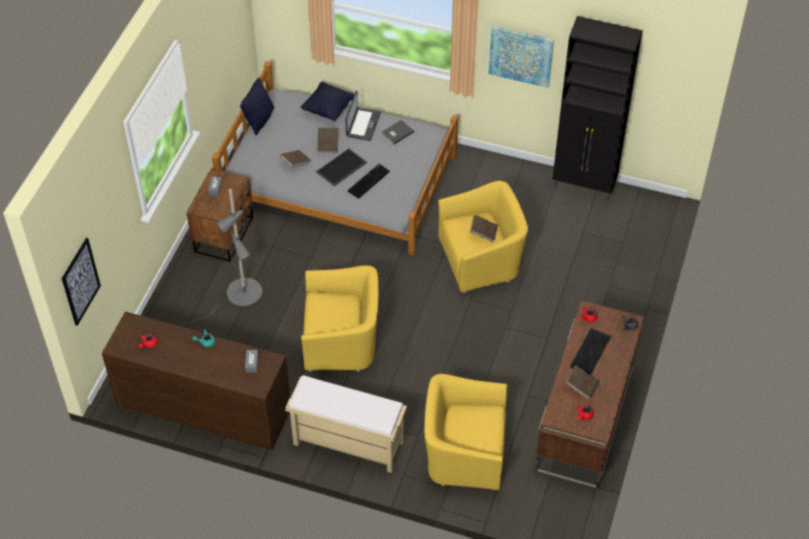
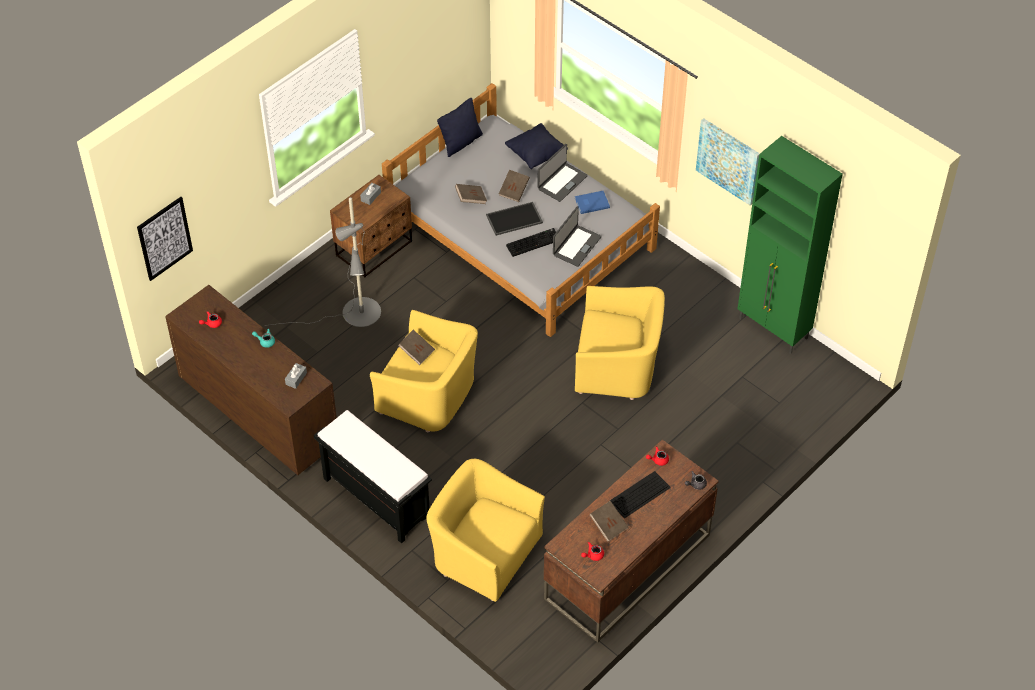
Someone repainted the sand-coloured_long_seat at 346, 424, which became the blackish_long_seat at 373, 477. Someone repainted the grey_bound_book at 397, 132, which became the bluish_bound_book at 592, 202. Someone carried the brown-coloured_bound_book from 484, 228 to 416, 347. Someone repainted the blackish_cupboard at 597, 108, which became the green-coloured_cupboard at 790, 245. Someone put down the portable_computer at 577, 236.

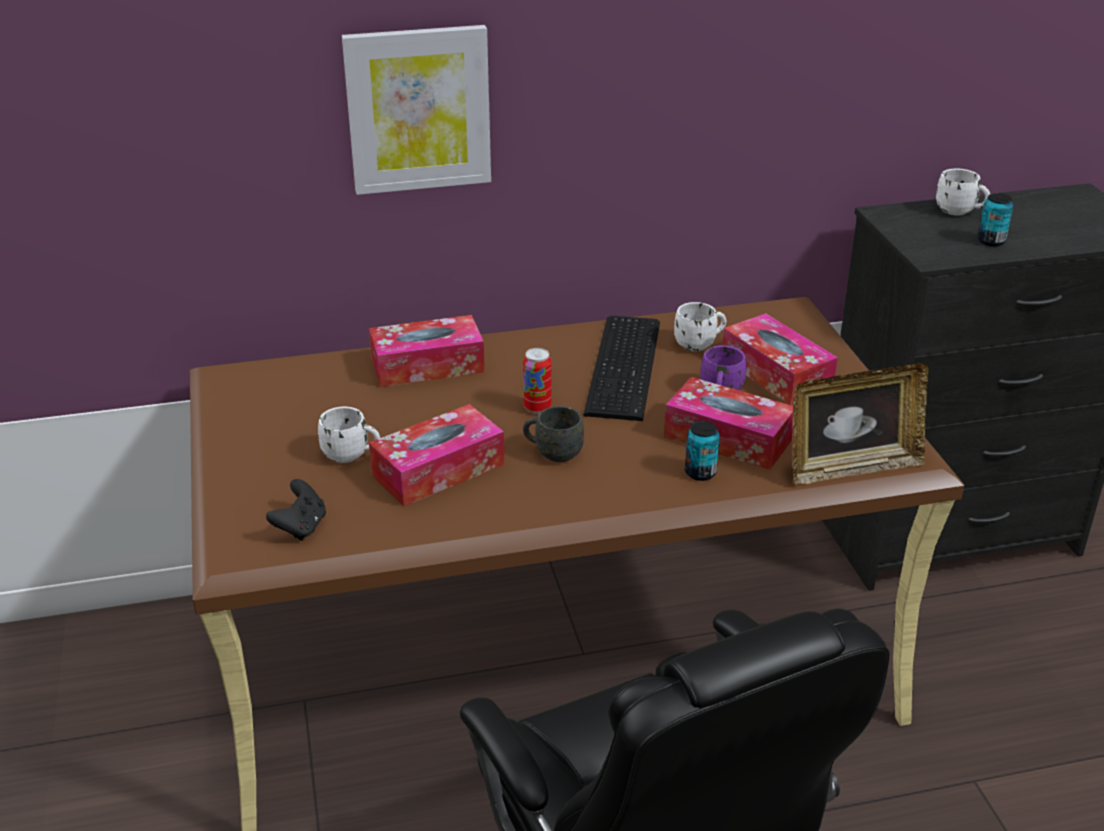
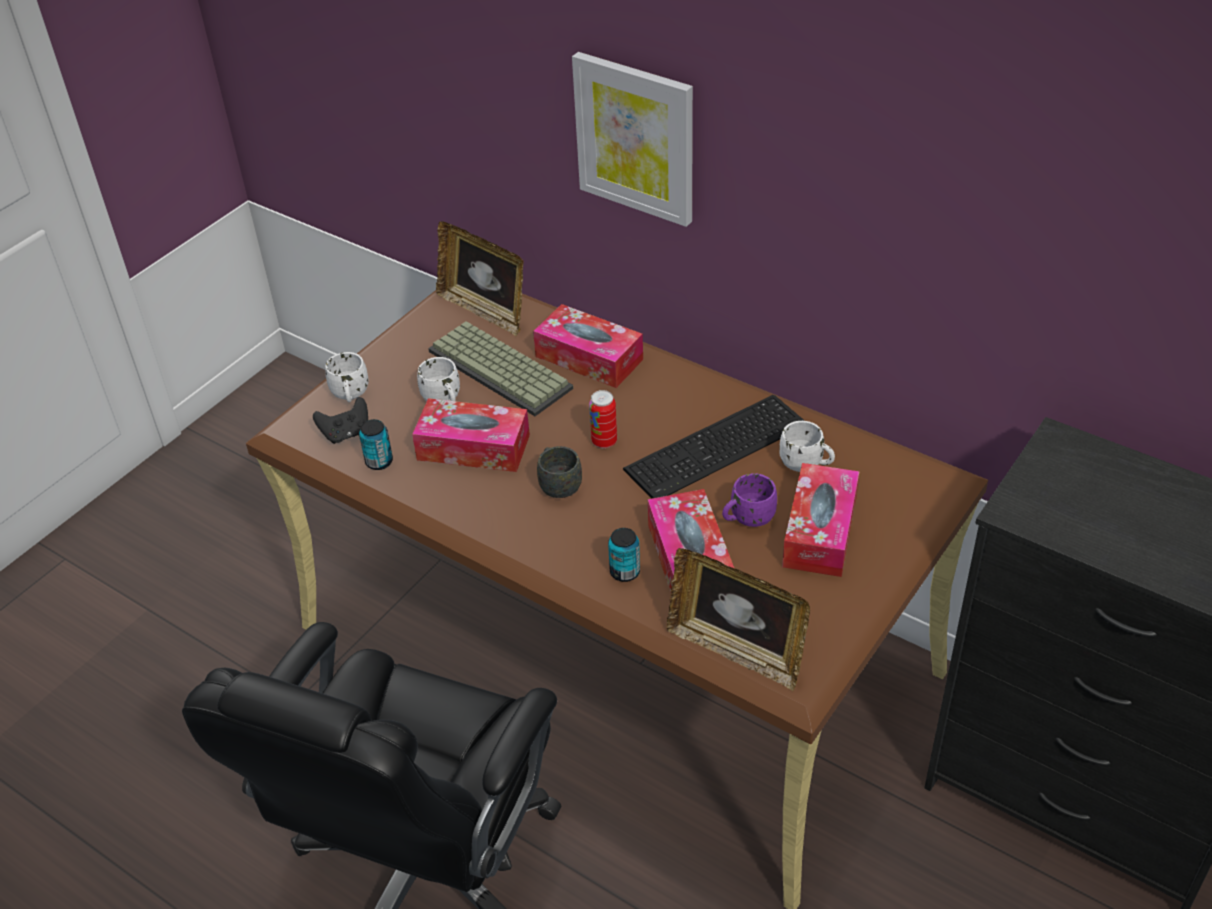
Someone carried the whitish_coffee_mug from 963, 192 to 347, 377. Someone carried the metal_can from 995, 219 to 376, 444. Someone put down the computer_keyboard at 500, 368. Someone put down the picture_frame at 480, 279.

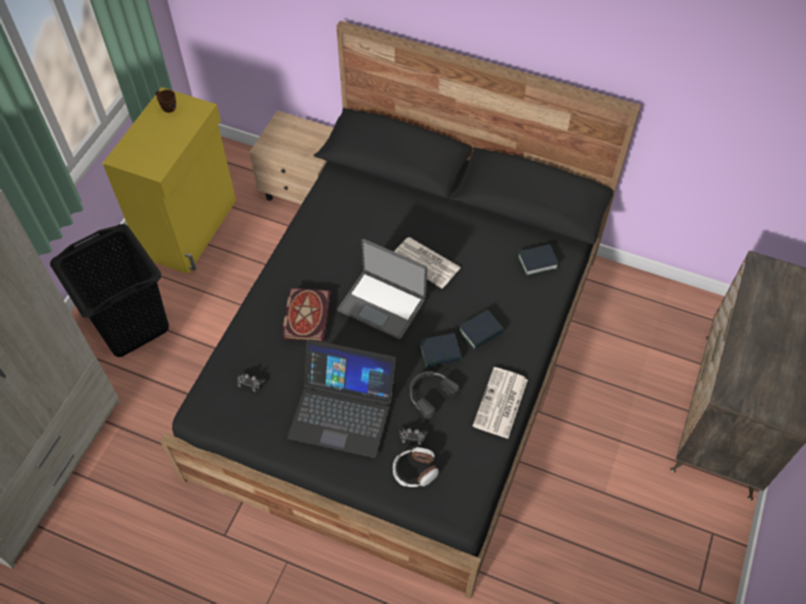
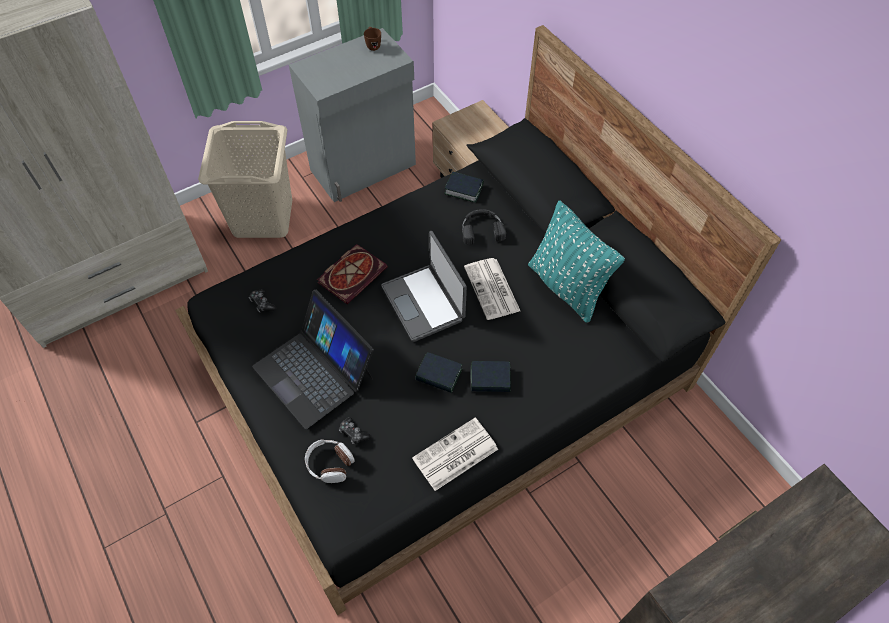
Someone repainted the blackish_laundry_basket at 109, 290, which became the sand-coloured_laundry_basket at 245, 179. Someone repainted the yellow_cupboard at 169, 180, which became the grey_cupboard at 352, 115. Someone carried the blackish_headset from 434, 395 to 484, 227. Someone carried the bound_book from 538, 260 to 464, 187. Someone put down the turquoise-coloured_throw_pillow at 576, 262.

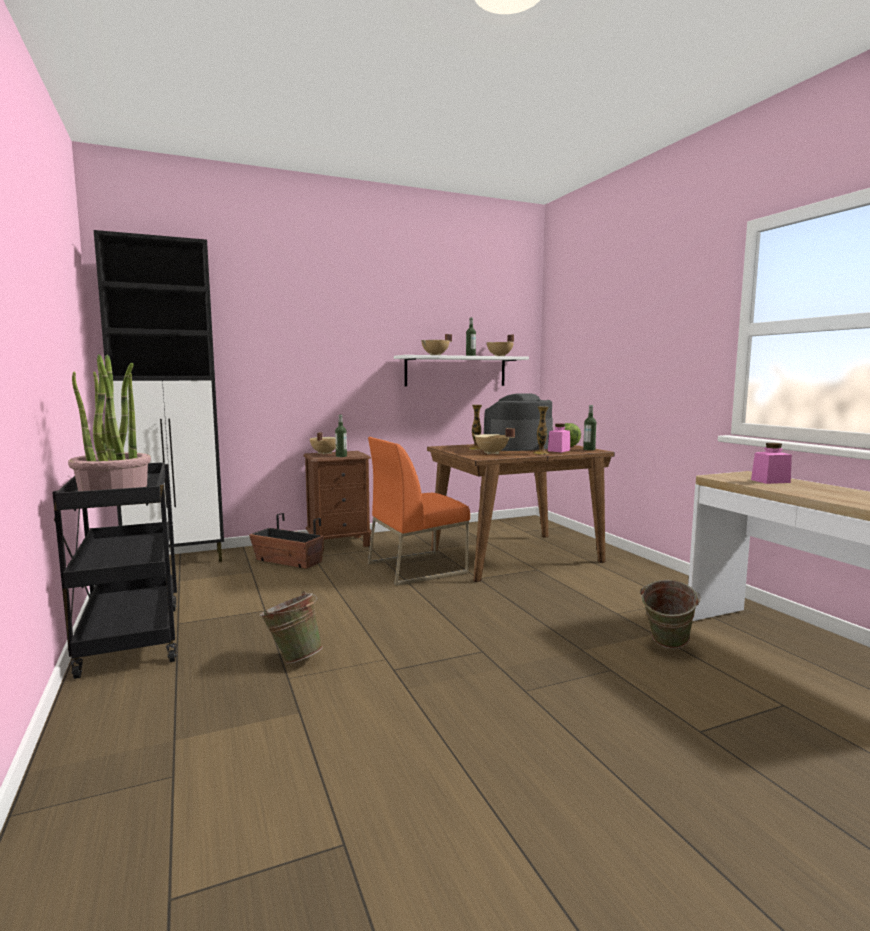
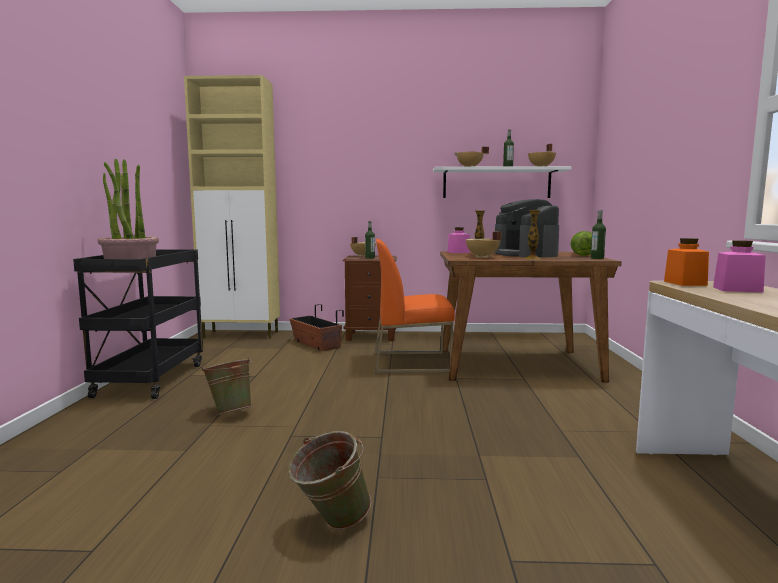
Someone repainted the blackish_cupboard at 159, 396, which became the sand-coloured_cupboard at 232, 207. Someone rotated the coffee_brewer at 518, 422 by 105 degrees counterclockwise. Someone carried the pinkish_jar from 559, 437 to 459, 240. Someone carried the green-coloured_bucket from 670, 614 to 329, 480. Someone put down the orange-coloured_jar at 686, 262.

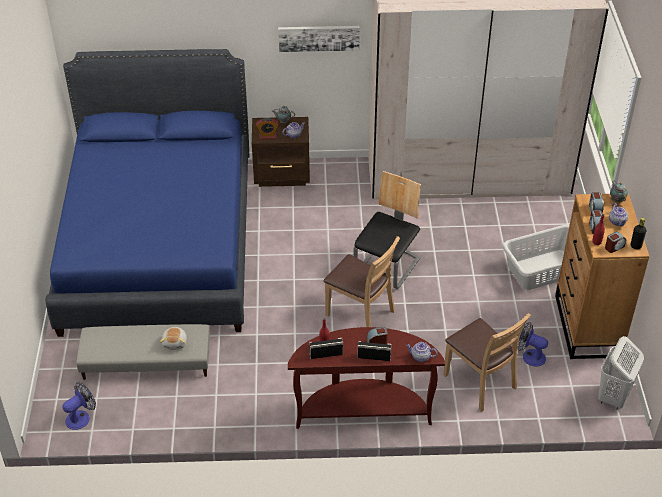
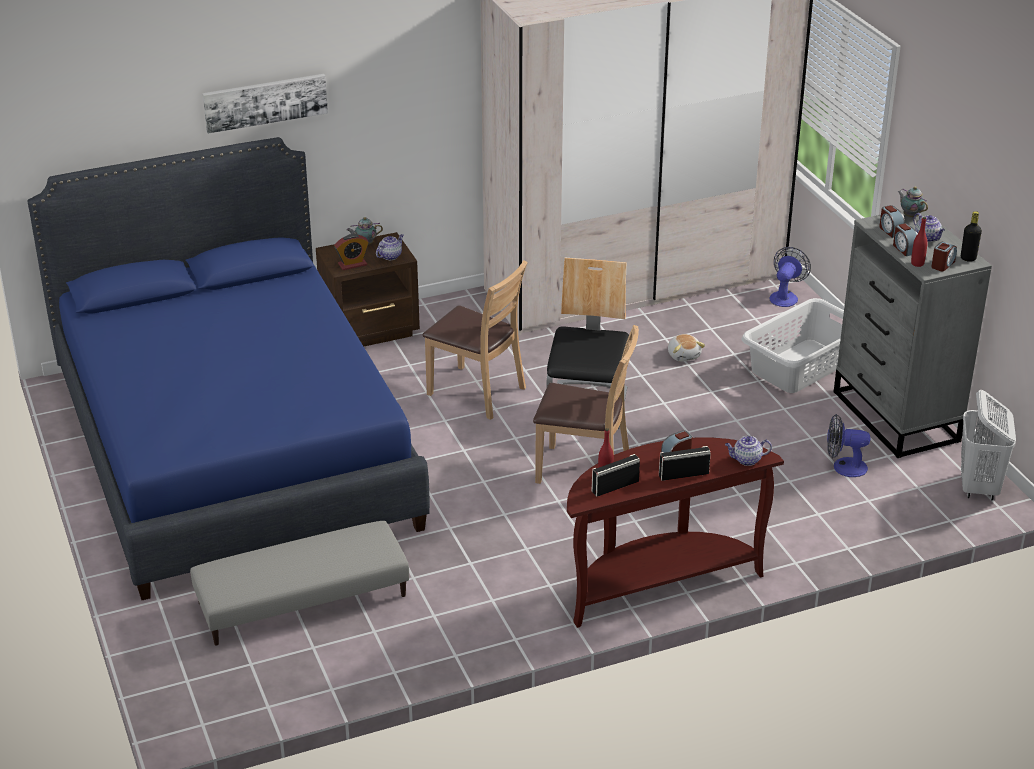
Someone carried the electric_fan from 79, 406 to 790, 277. Someone carried the soft_toy from 173, 338 to 686, 348. Someone carried the wall_picture from 319, 39 to 265, 104. Someone carried the brown-coloured_plain_chair from 487, 362 to 475, 340. Someone repainted the brown-coloured_drawer_chest at 602, 276, which became the grey_drawer_chest at 913, 334.

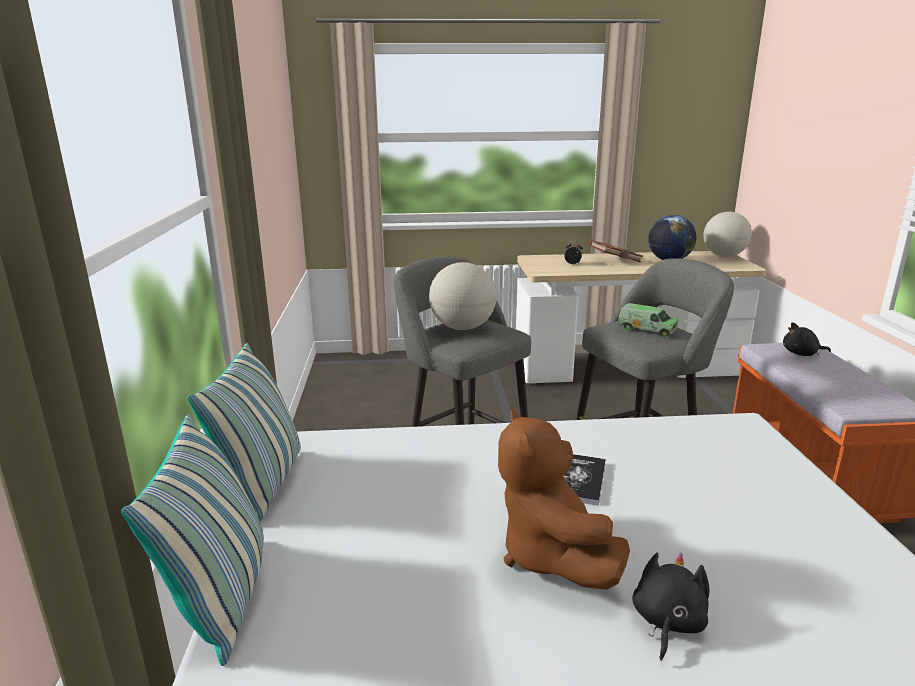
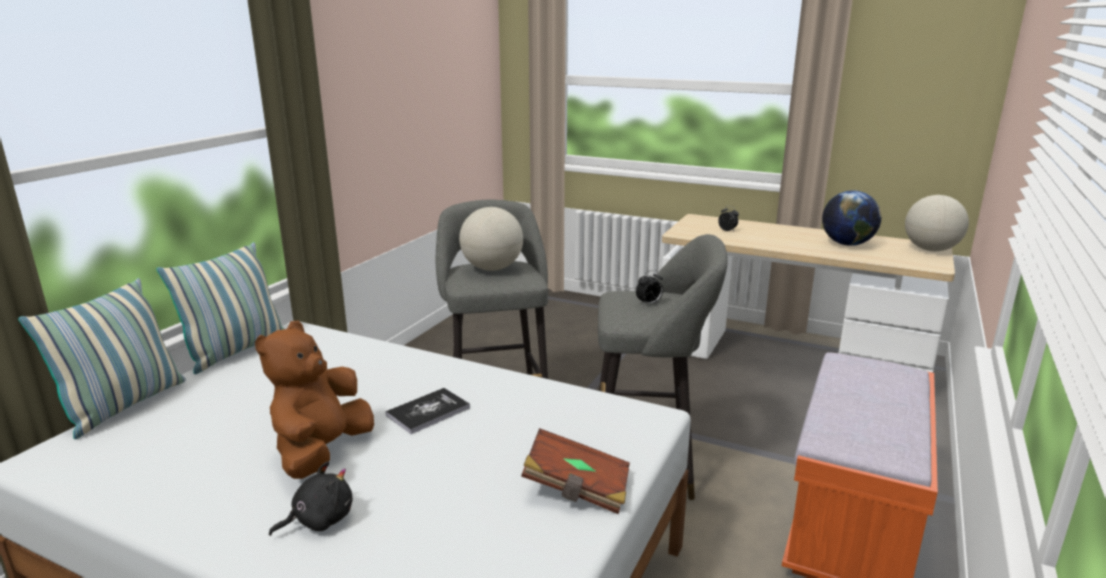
Someone carried the brown-coloured_bound_book from 616, 251 to 575, 471. Someone swapped the model_truck at 647, 320 for the table_clock at 649, 287. Someone took away the blackish_soft_toy at 807, 339.

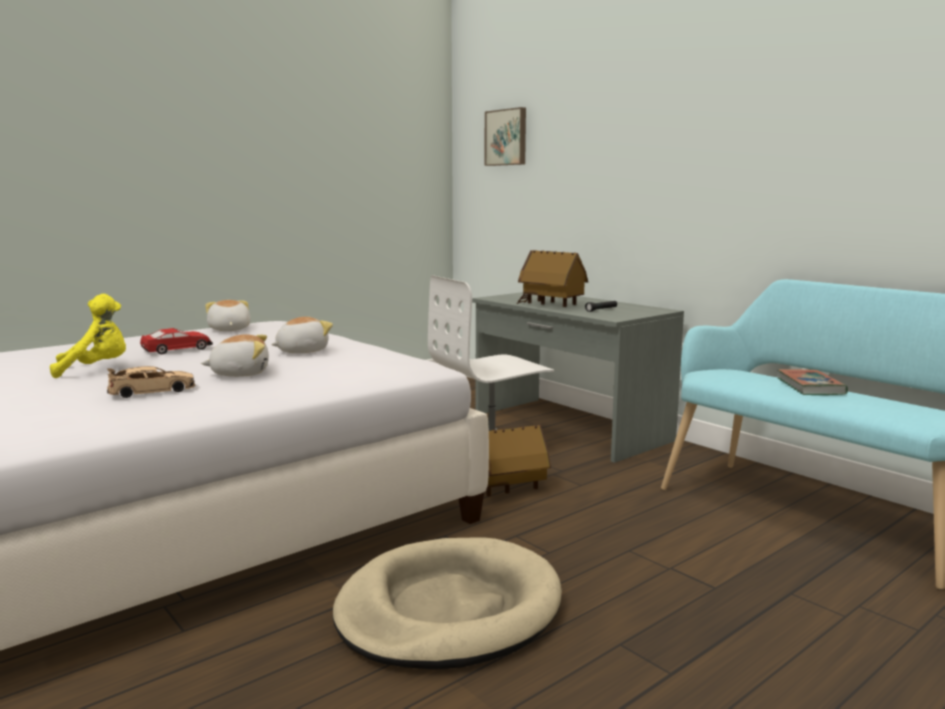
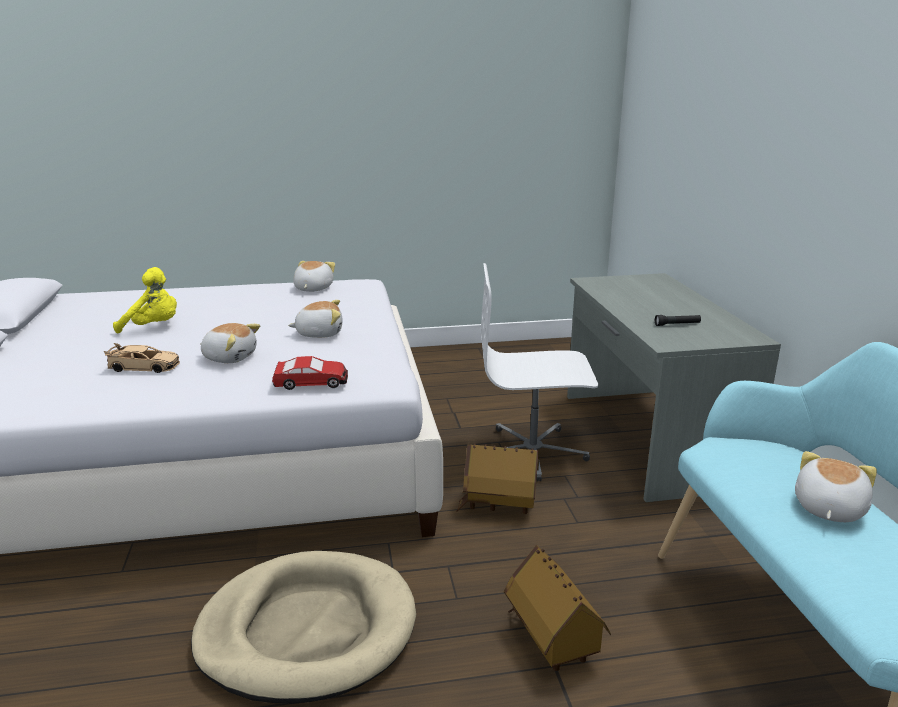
Someone carried the toy_car from 176, 341 to 310, 373. Someone took away the wall_picture at 505, 136. Someone carried the toy_house from 552, 278 to 557, 608. Someone swapped the bound_book at 813, 382 for the soft_toy at 836, 486.

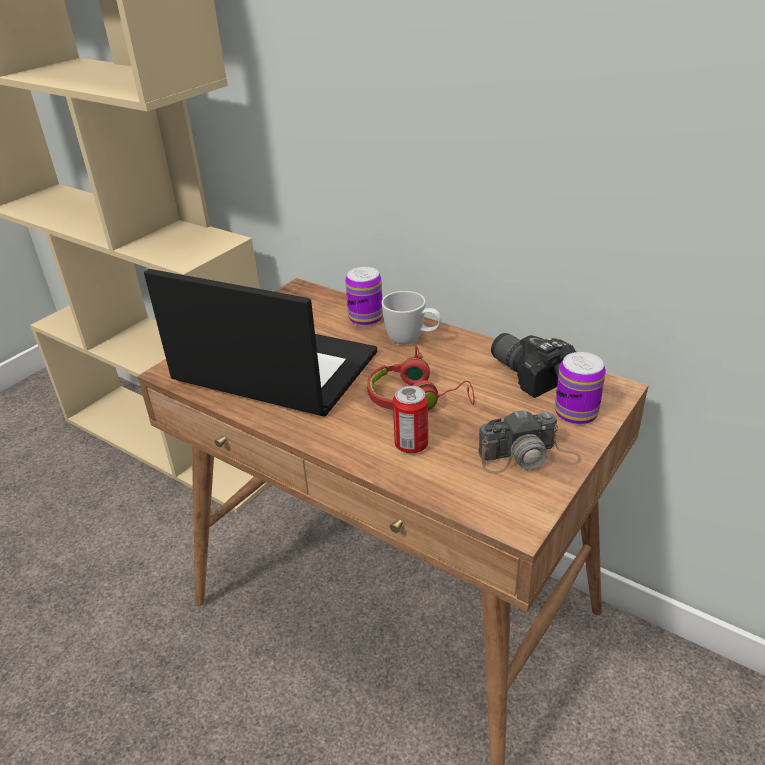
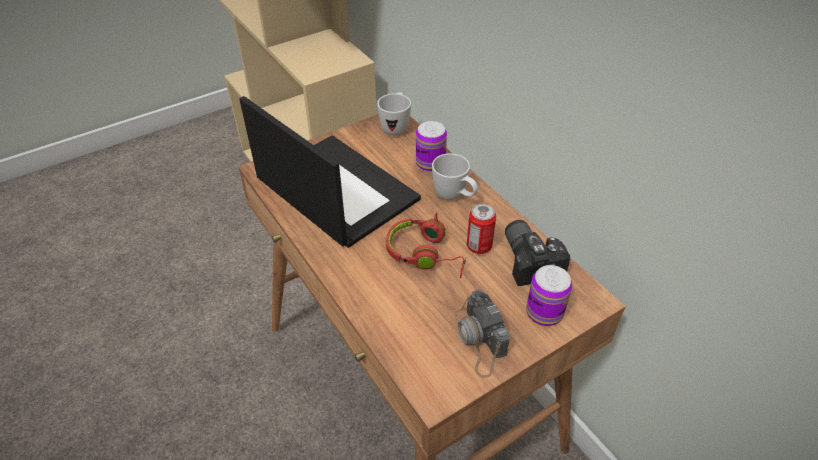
Someone carried the metal_can from 410, 419 to 481, 229. Someone rotated the still_camera at 530, 441 by 60 degrees clockwise. Someone put down the whitish_coffee_mug at 394, 114.

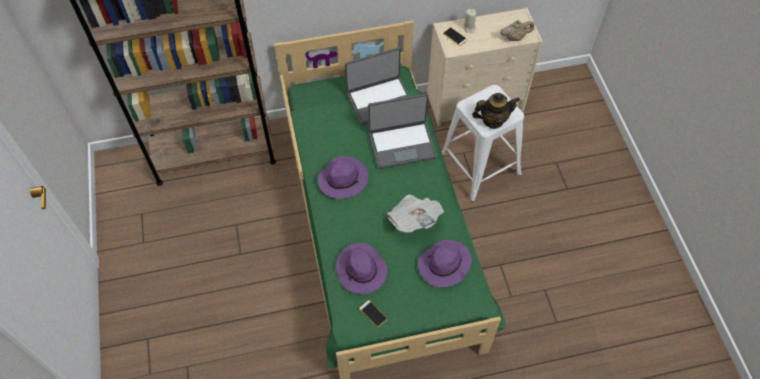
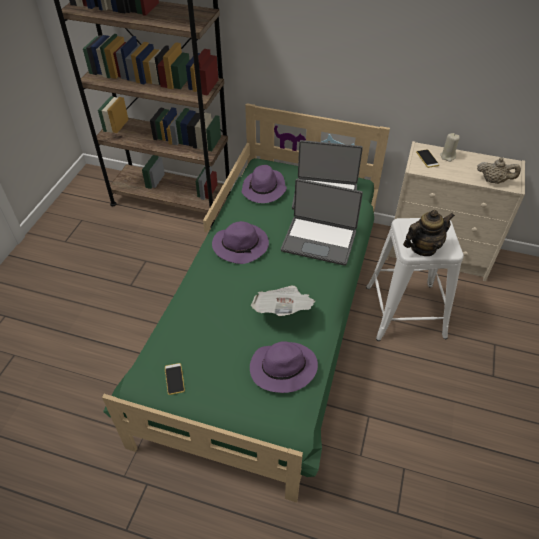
Someone carried the purplish_hat from 362, 268 to 264, 184. Someone rotated the tea_pot at 496, 111 by 45 degrees counterclockwise.

